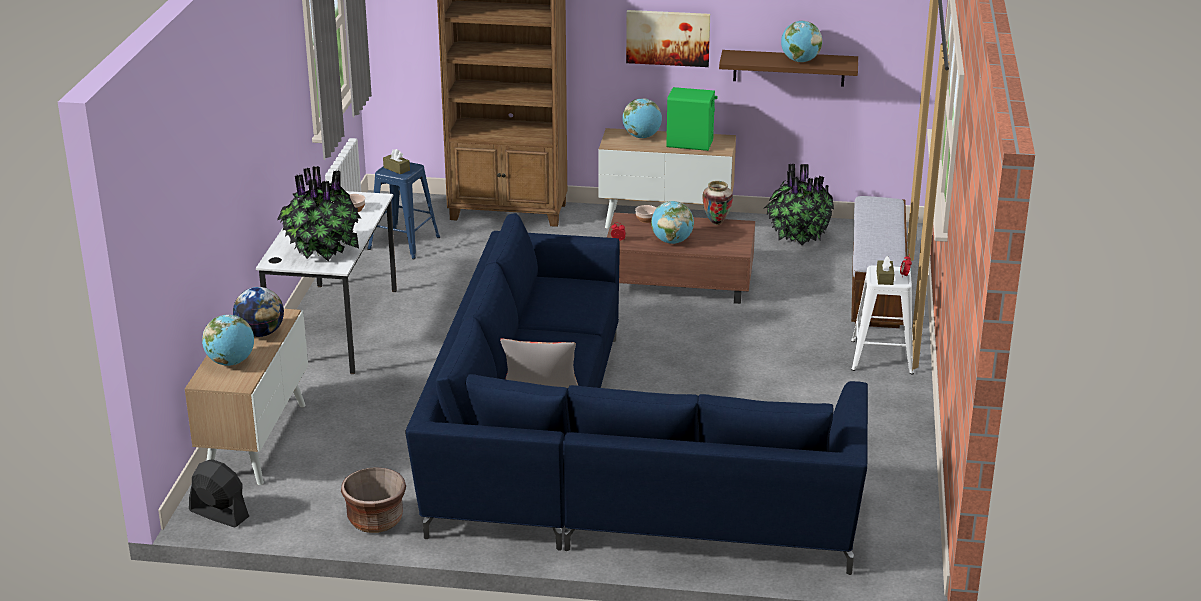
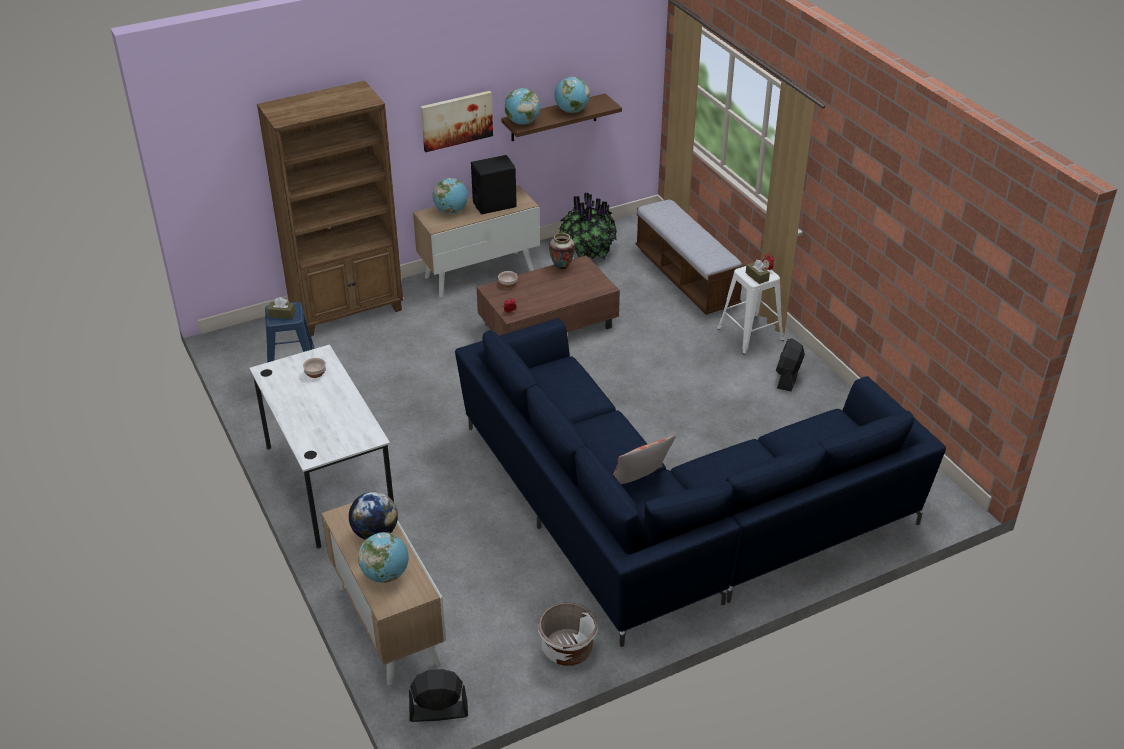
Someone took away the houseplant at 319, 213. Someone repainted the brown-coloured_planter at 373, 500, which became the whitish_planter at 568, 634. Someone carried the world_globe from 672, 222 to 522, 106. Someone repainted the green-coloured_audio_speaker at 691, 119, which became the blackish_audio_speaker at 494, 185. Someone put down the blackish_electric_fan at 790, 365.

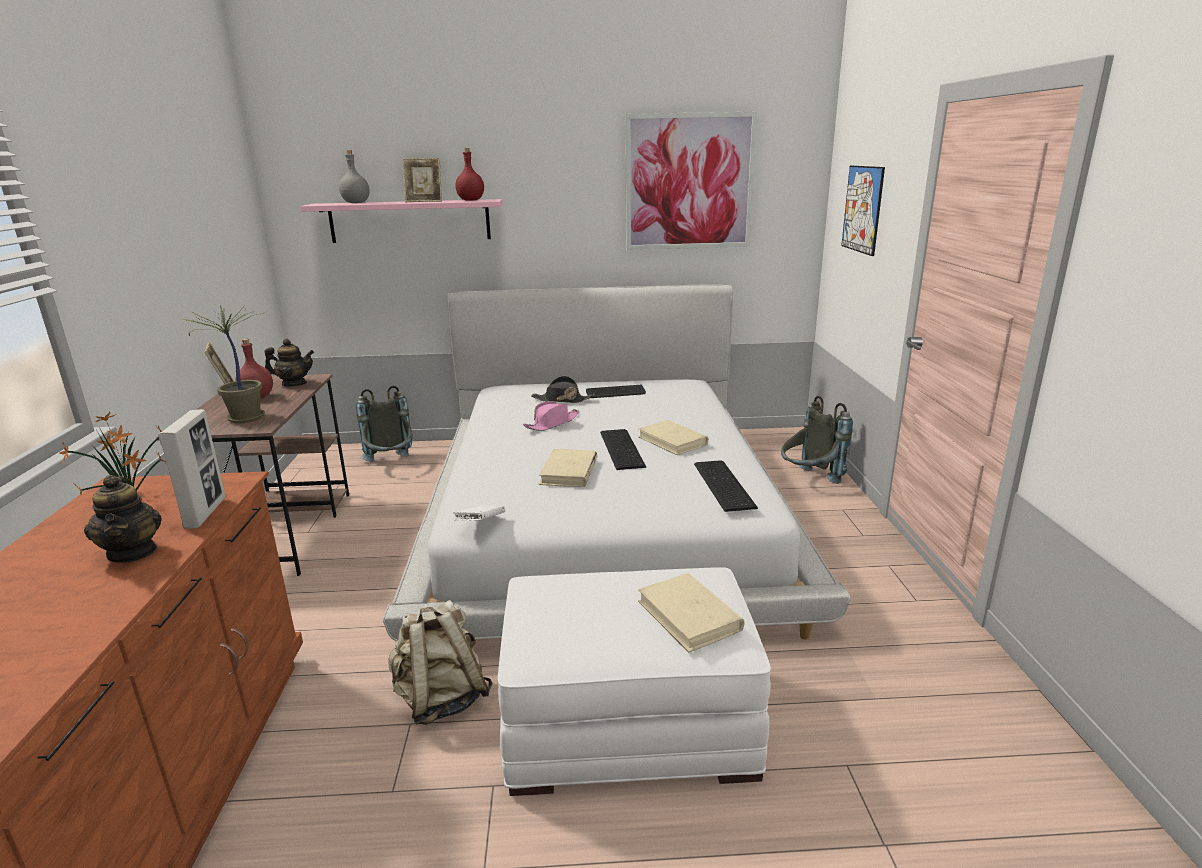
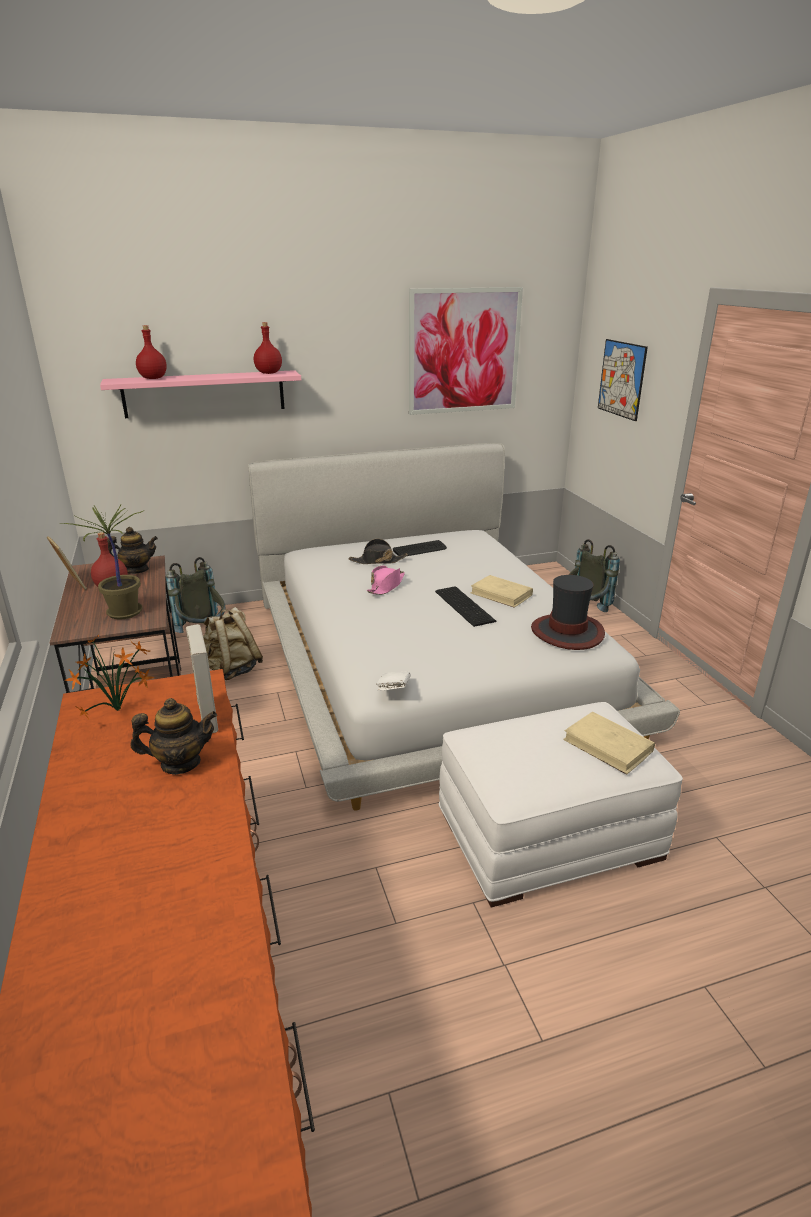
Someone rotated the tea_pot at 123, 519 by 60 degrees counterclockwise. Someone repainted the grey_bottle at 354, 176, which became the red_bottle at 151, 352. Someone carried the sand-coloured_rucksack from 440, 662 to 233, 643. Someone took away the picture_frame at 422, 180. Someone took away the sand-coloured_bound_book at 568, 468. Someone swapped the computer_keyboard at 726, 486 for the hat at 568, 612.

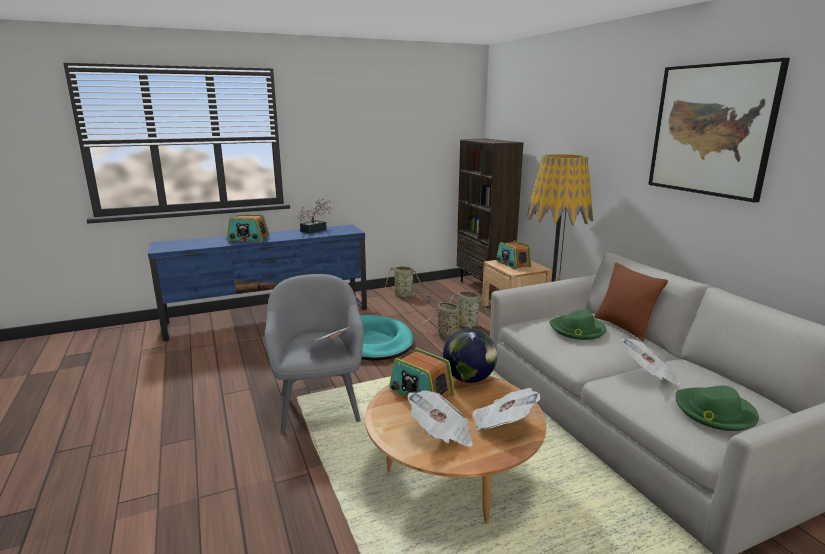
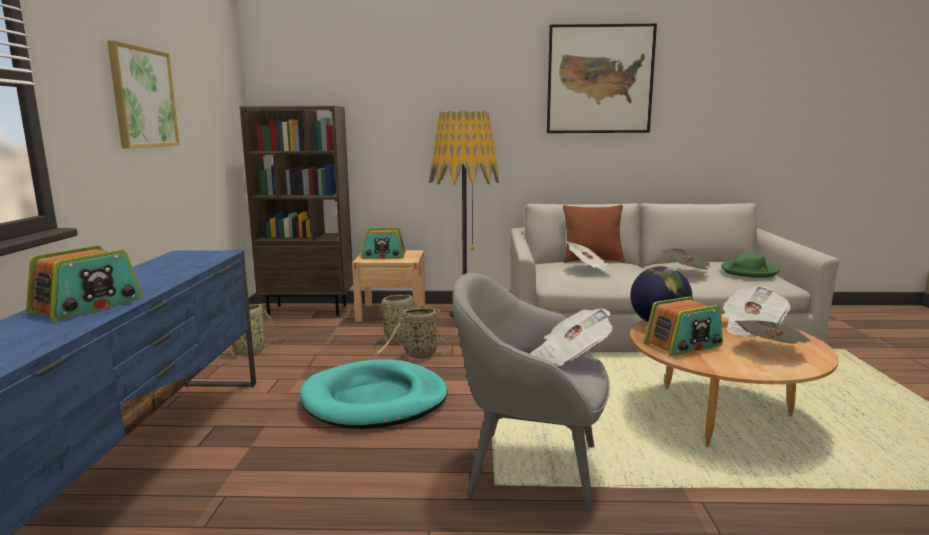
Someone took away the houseplant at 315, 216. Someone swapped the green-coloured_hat at 577, 325 for the newspaper at 589, 258. Someone put up the wall_picture at 143, 95.

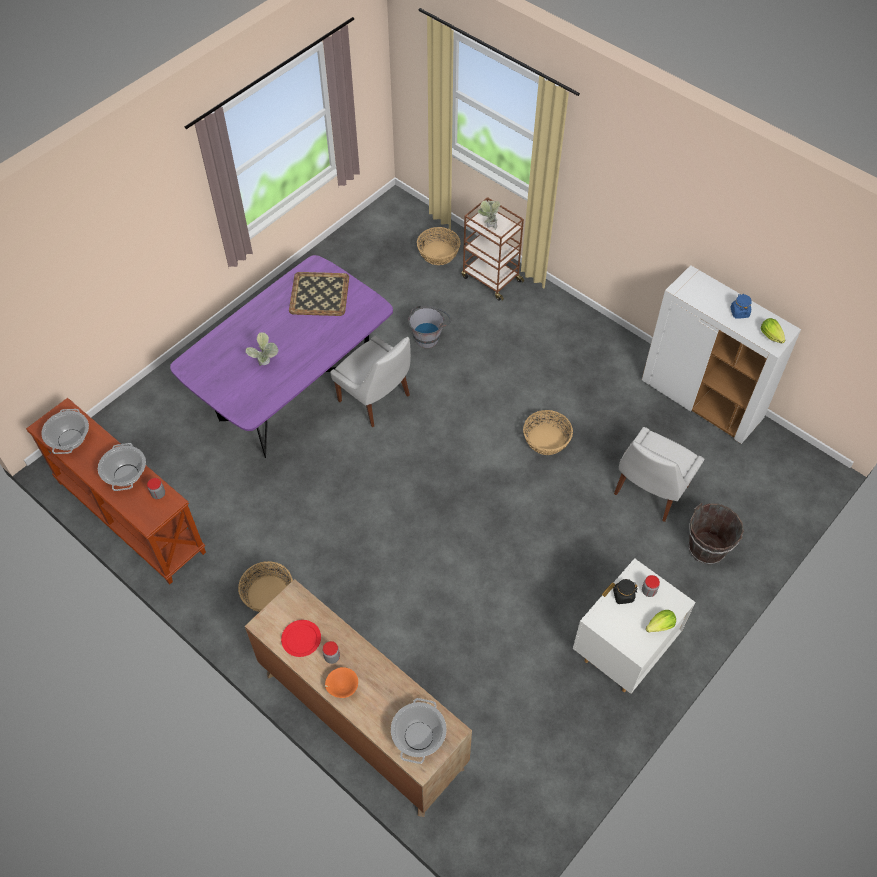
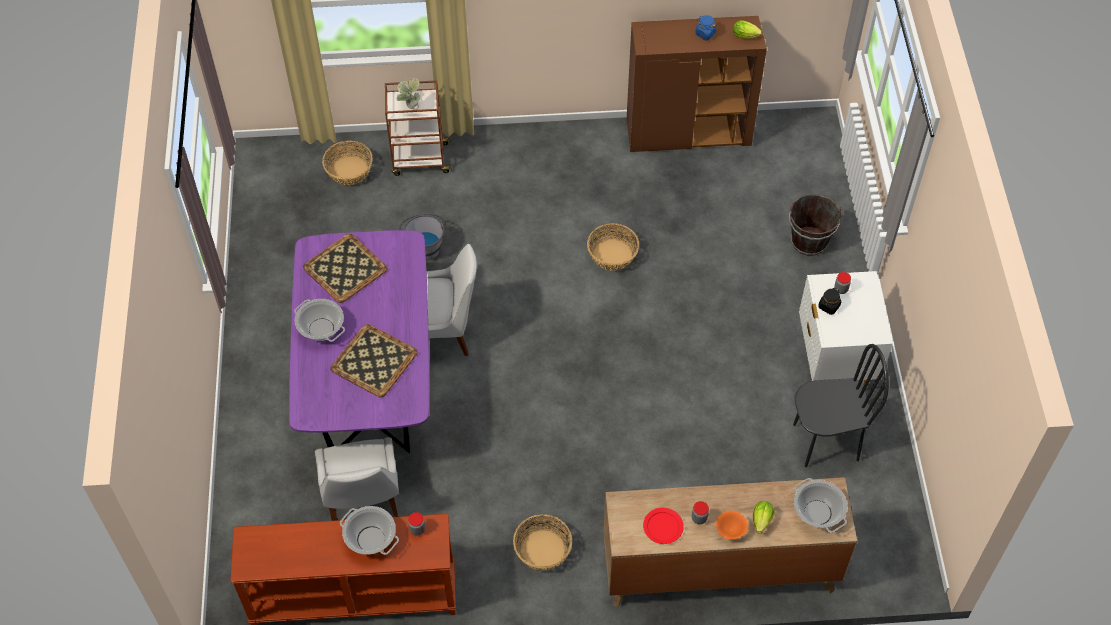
Someone carried the stockpot from 65, 431 to 319, 320. Someone swapped the houseplant at 261, 349 for the tray at 374, 360. Someone carried the whitish_plain_chair from 659, 474 to 357, 479. Someone repainted the whitish_cupboard at 721, 354, which became the brown-coloured_cupboard at 696, 84. Someone carried the lettuce_head from 661, 621 to 764, 517. Someone put down the blackish_plain_chair at 841, 405.

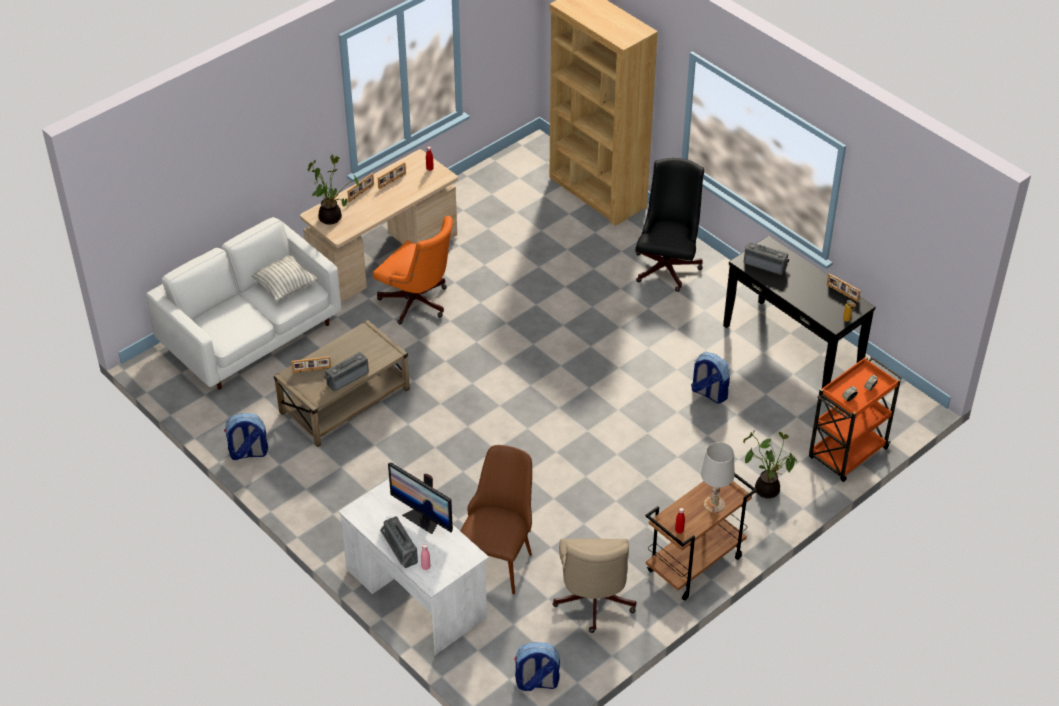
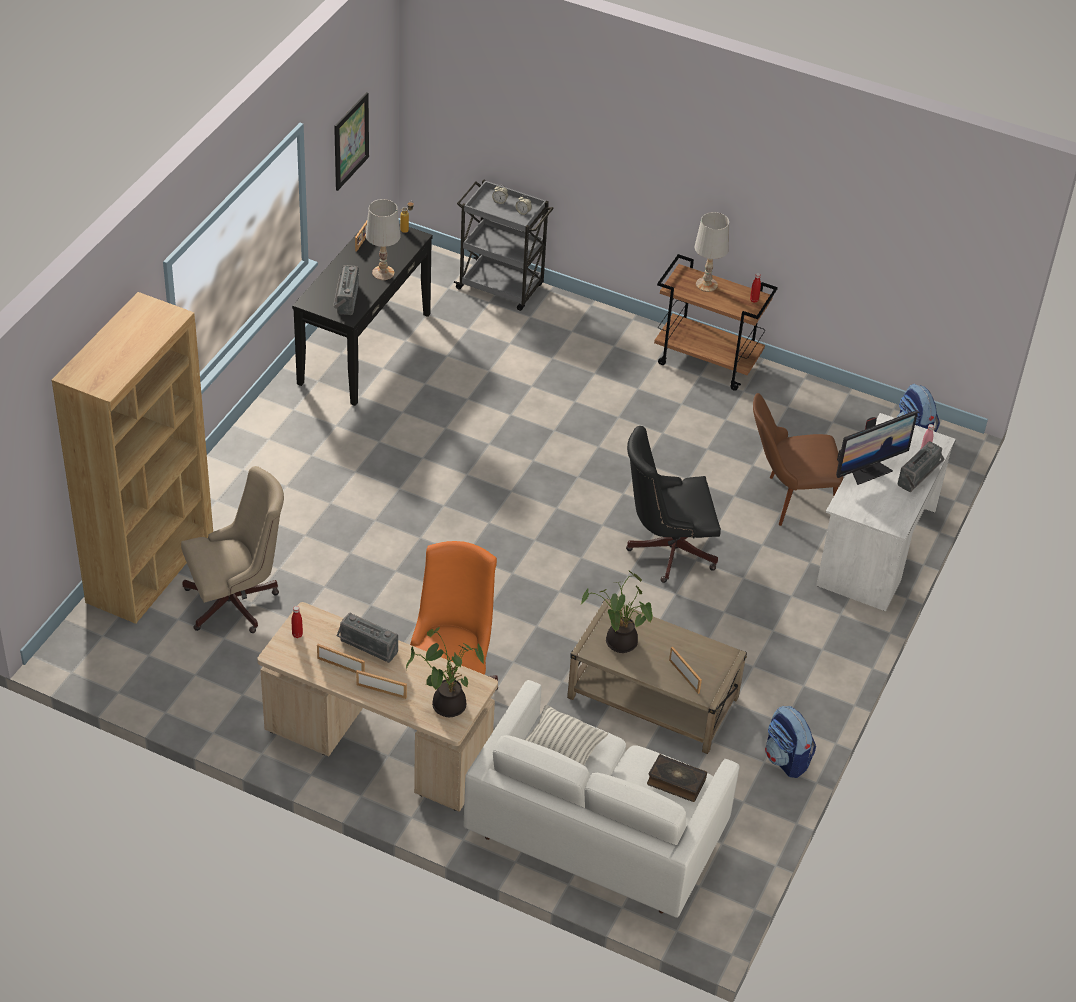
Someone carried the radio from 346, 371 to 367, 638. Someone rotated the computer_screen at 420, 498 by 45 degrees clockwise. Someone carried the sand-coloured_desk_chair from 594, 586 to 232, 549. Someone carried the blackish_desk_chair from 669, 225 to 673, 504. Someone took away the rucksack at 710, 378. Someone carried the houseplant from 770, 464 to 617, 611. Someone repainted the orange-coloured_trolley at 855, 419, which became the grey_trolley at 504, 245. Someone put up the wall_picture at 351, 141. Someone put down the whitish_table_lamp at 383, 239. Someone put down the bound_book at 677, 778.

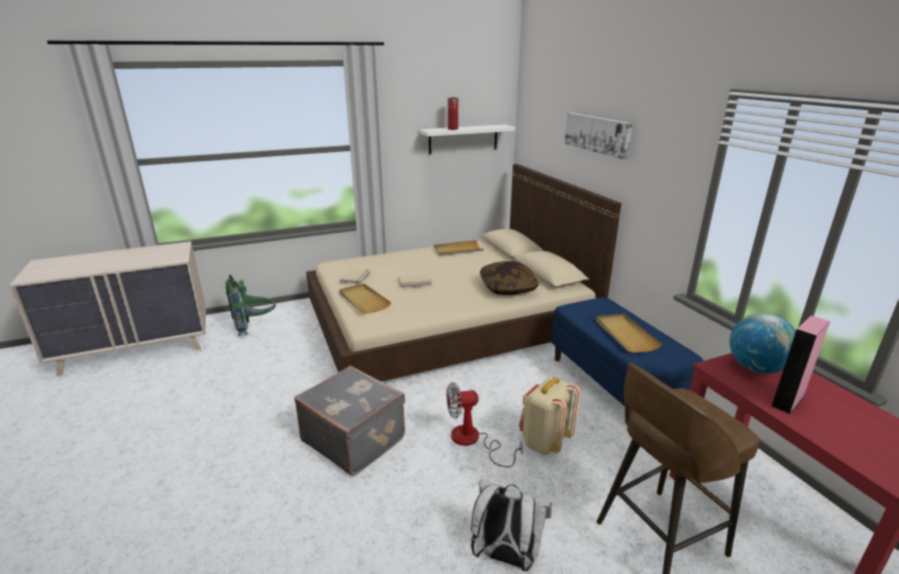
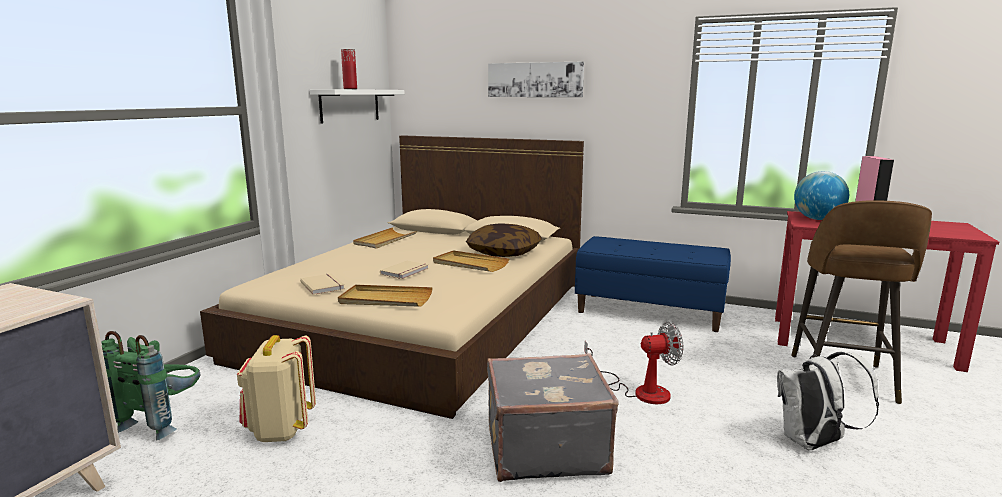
Someone rotated the electric_fan at 485, 424 by 135 degrees counterclockwise. Someone carried the sand-coloured_rucksack from 549, 416 to 276, 388. Someone carried the sand-coloured_tray from 629, 333 to 471, 261.

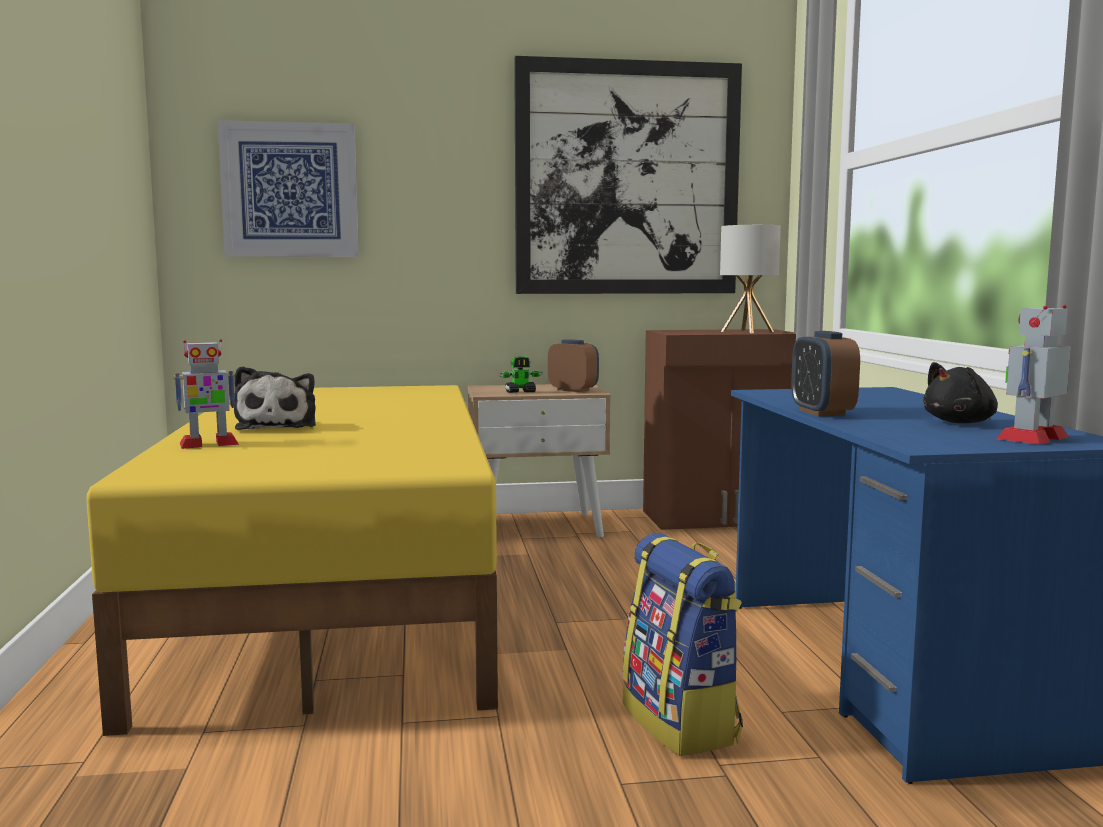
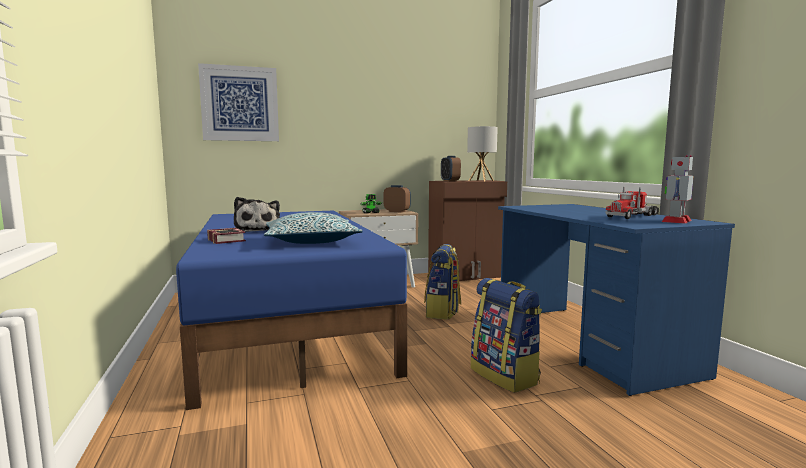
Someone repainted the yellow_sleeping_bed at 292, 560, which became the bluish_sleeping_bed at 291, 310. Someone swapped the toy_robot at 206, 394 for the bound_book at 226, 236. Someone took away the wall_picture at 628, 175. Someone carried the table_clock from 825, 373 to 451, 169. Someone swapped the blackish_soft_toy at 960, 392 for the model_truck at 632, 202. Someone put down the throw_pillow at 313, 228. Someone put down the rucksack at 442, 282.

